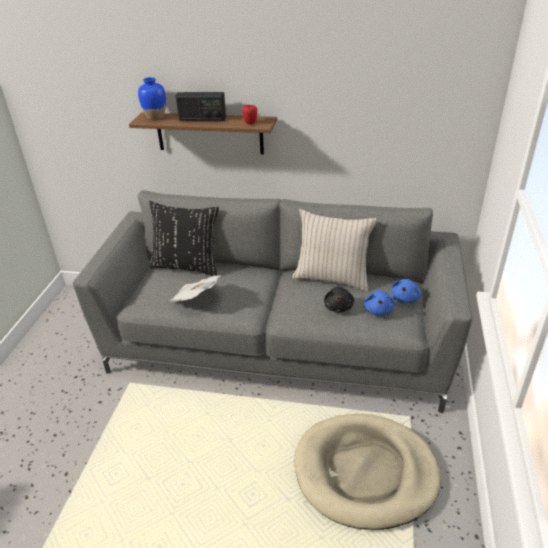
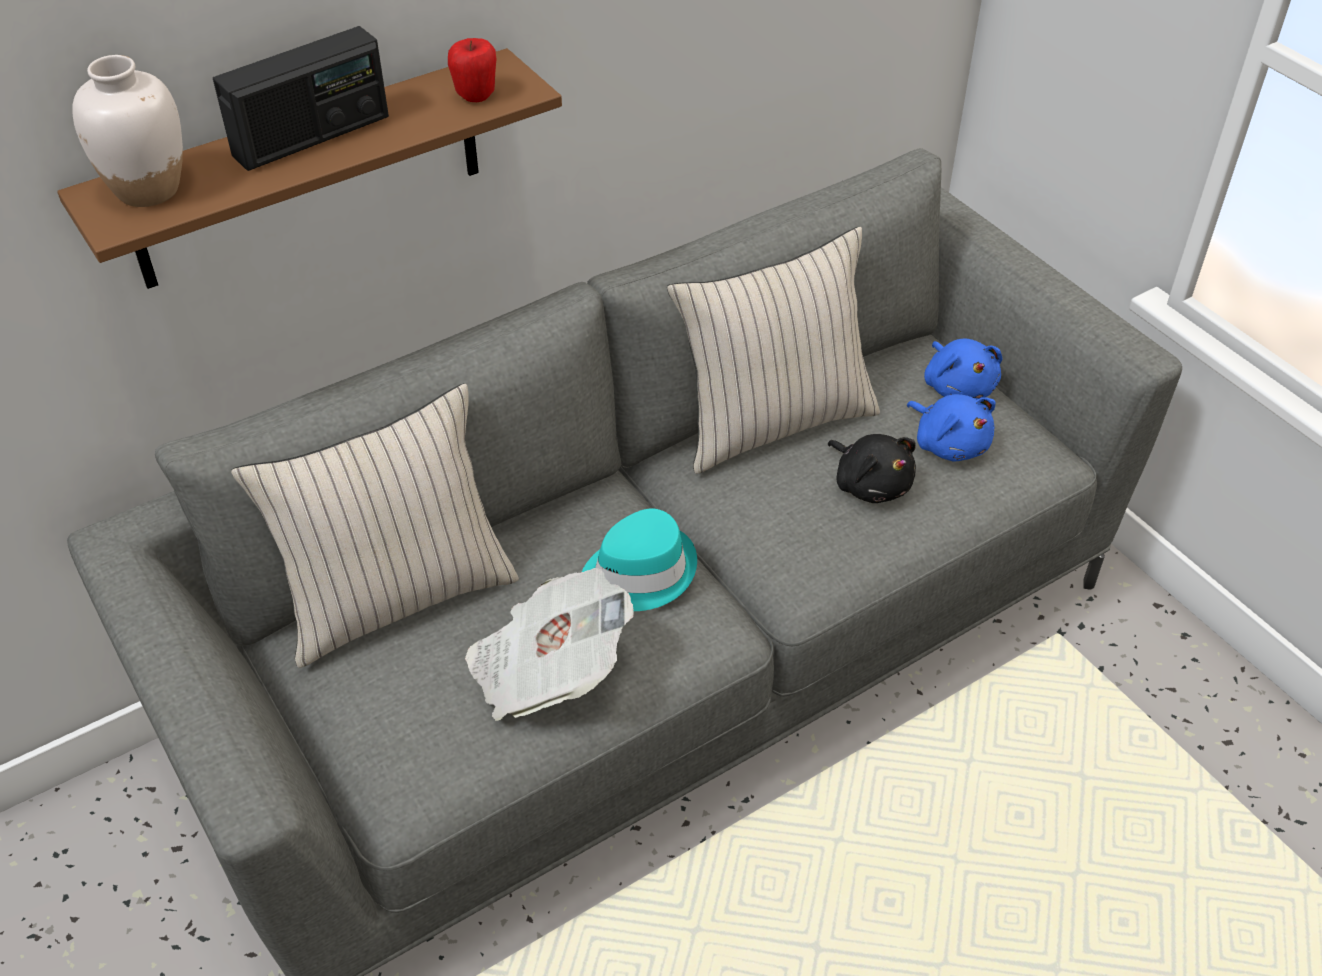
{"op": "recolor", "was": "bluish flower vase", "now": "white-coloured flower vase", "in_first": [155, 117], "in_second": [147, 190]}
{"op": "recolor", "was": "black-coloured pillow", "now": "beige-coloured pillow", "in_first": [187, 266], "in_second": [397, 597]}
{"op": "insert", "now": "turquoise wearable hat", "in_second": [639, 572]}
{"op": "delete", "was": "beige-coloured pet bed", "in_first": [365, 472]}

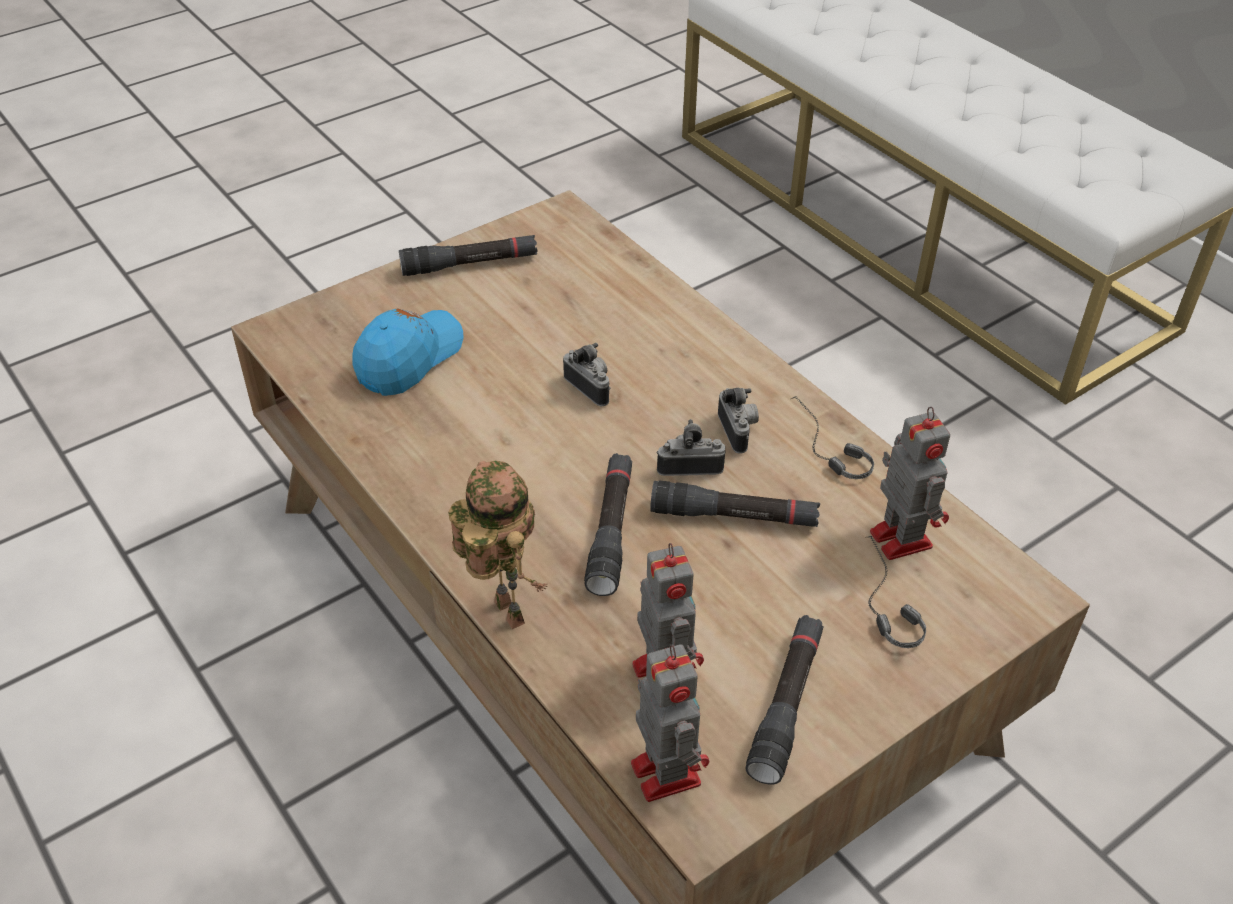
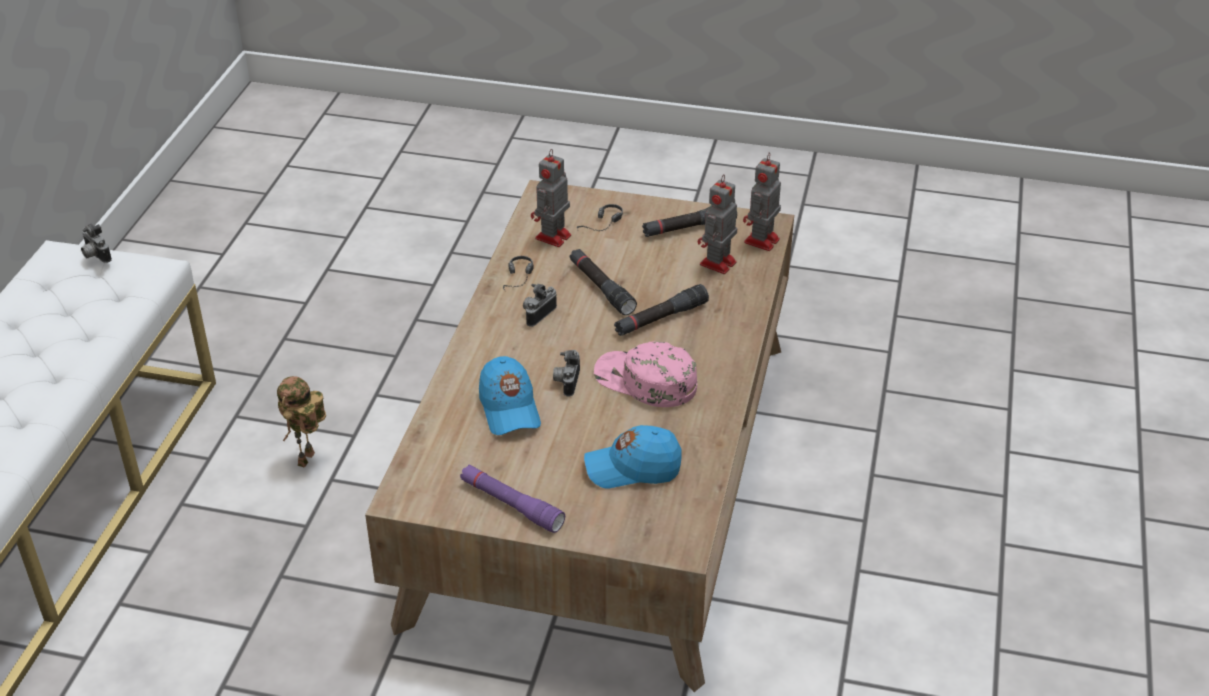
{"op": "move", "was": "still camera", "in_first": [689, 466], "in_second": [95, 256]}
{"op": "move", "was": "robot figure", "in_first": [503, 612], "in_second": [308, 461]}
{"op": "recolor", "was": "black-coloured hand torch", "now": "purple-coloured hand torch", "in_first": [469, 264], "in_second": [511, 505]}
{"op": "insert", "now": "bluish baseball cap", "in_second": [509, 409]}
{"op": "insert", "now": "pink-coloured baseball cap", "in_second": [645, 381]}

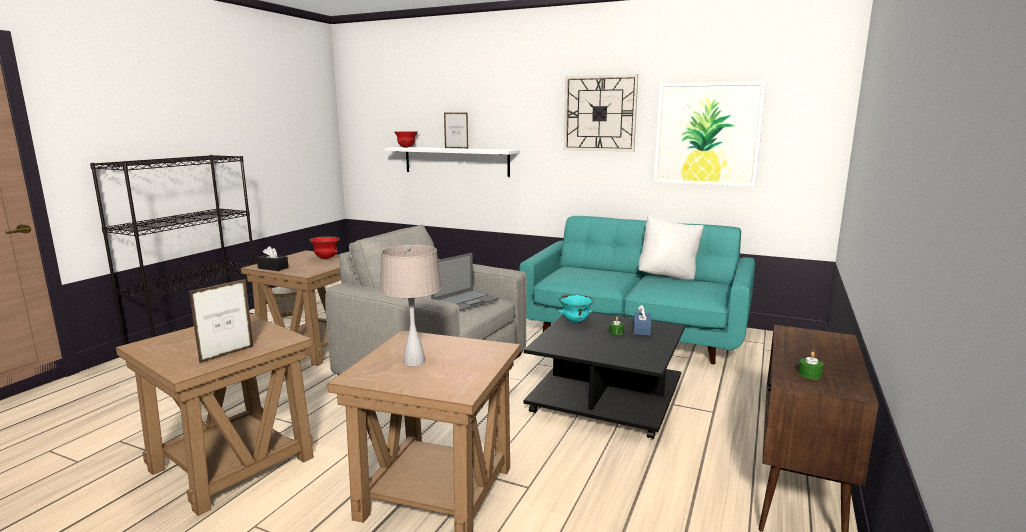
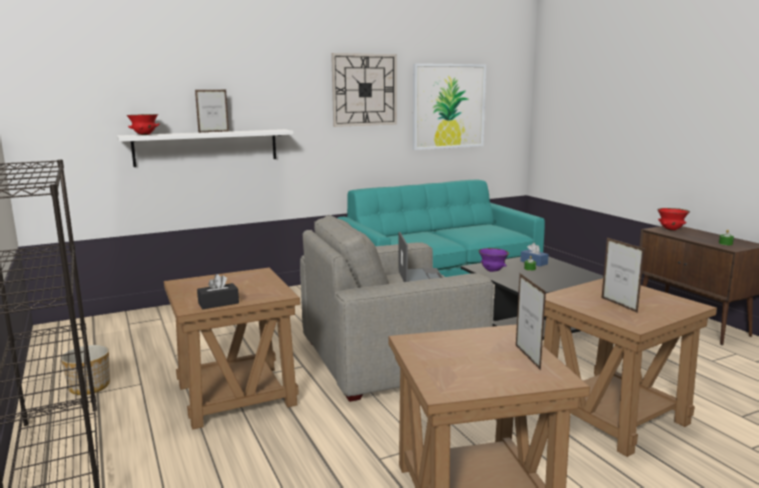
{"op": "recolor", "was": "turquoise serving bowl", "now": "purple-coloured serving bowl", "in_first": [575, 322], "in_second": [492, 271]}
{"op": "replace", "was": "beige-coloured lamp for a table", "now": "standing frame", "in_first": [414, 362], "in_second": [619, 305]}
{"op": "move", "was": "reddish serving bowl", "in_first": [326, 258], "in_second": [671, 230]}
{"op": "delete", "was": "white-coloured pillow", "in_first": [668, 277]}

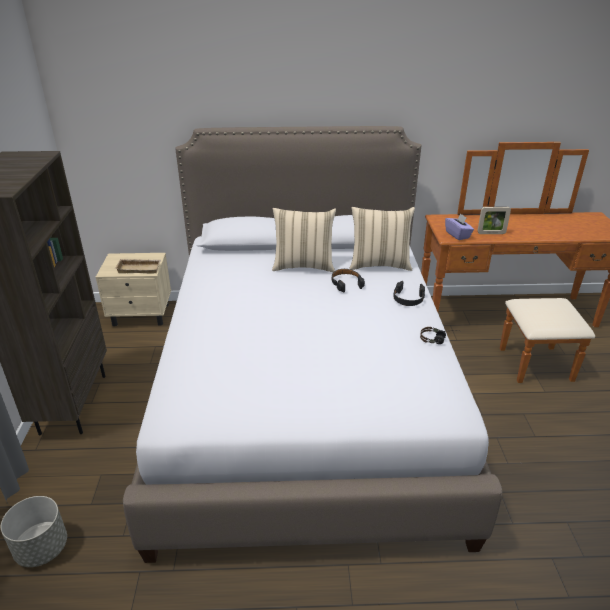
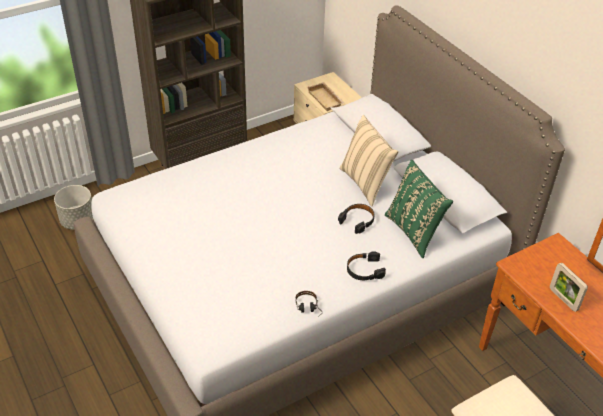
{"op": "recolor", "was": "beige-coloured pillow", "now": "green-coloured pillow", "in_first": [379, 264], "in_second": [414, 232]}
{"op": "delete", "was": "purple-coloured box of tissues", "in_first": [457, 235]}

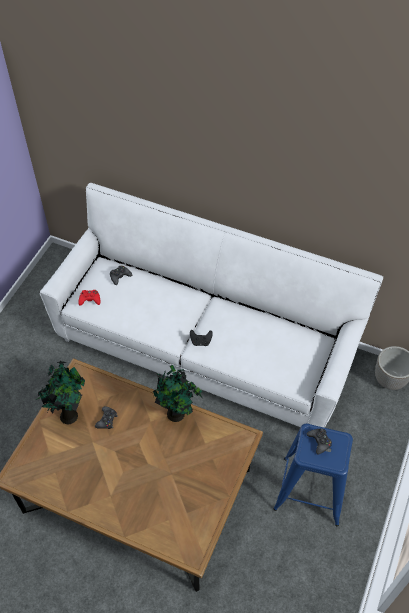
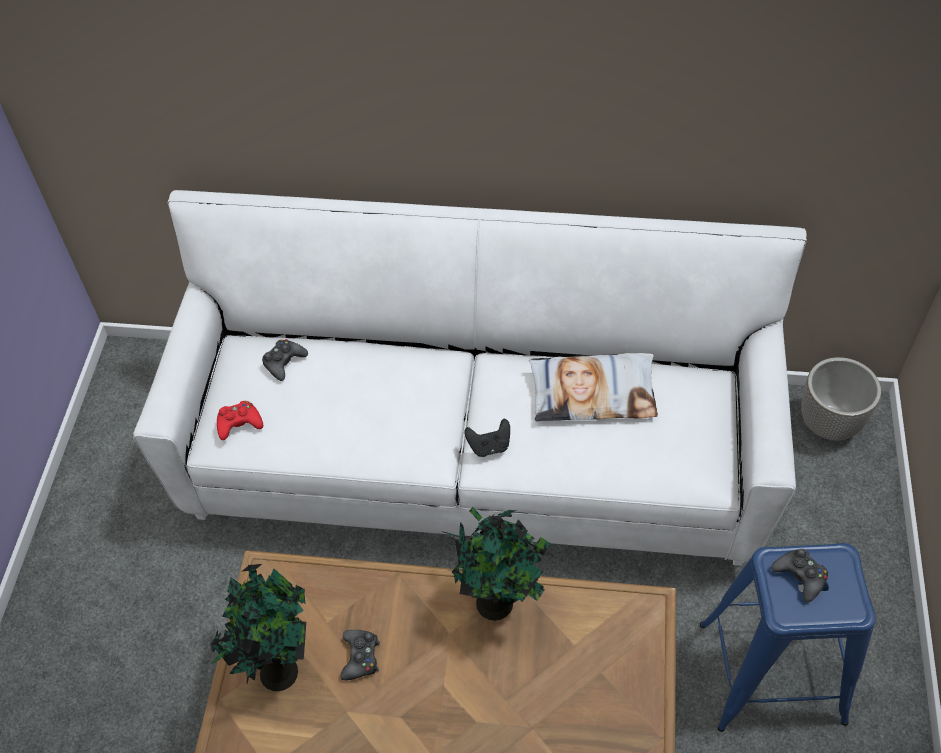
{"op": "insert", "now": "pillow", "in_second": [593, 392]}

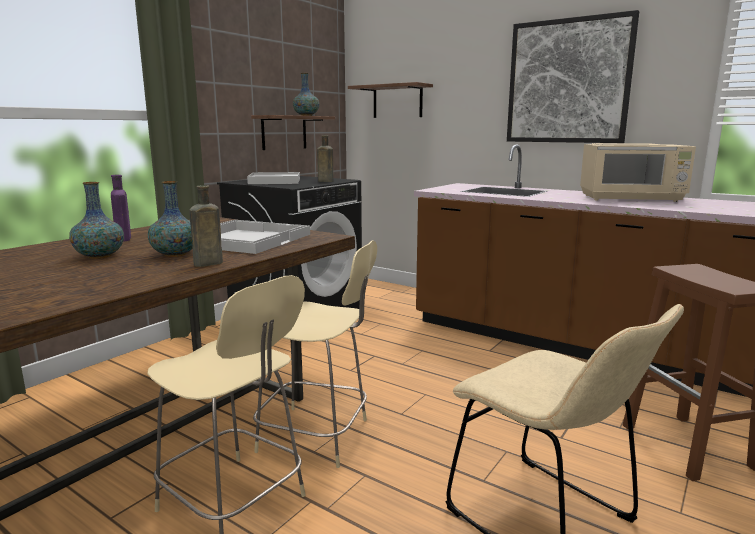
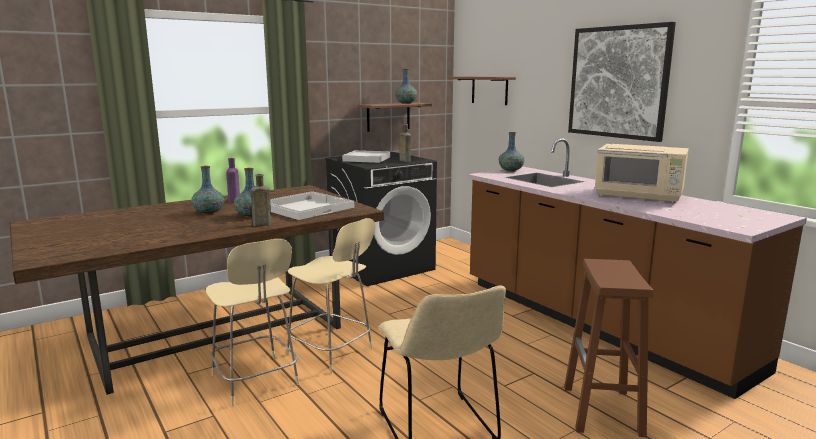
{"op": "insert", "now": "flower vase", "in_second": [511, 170]}

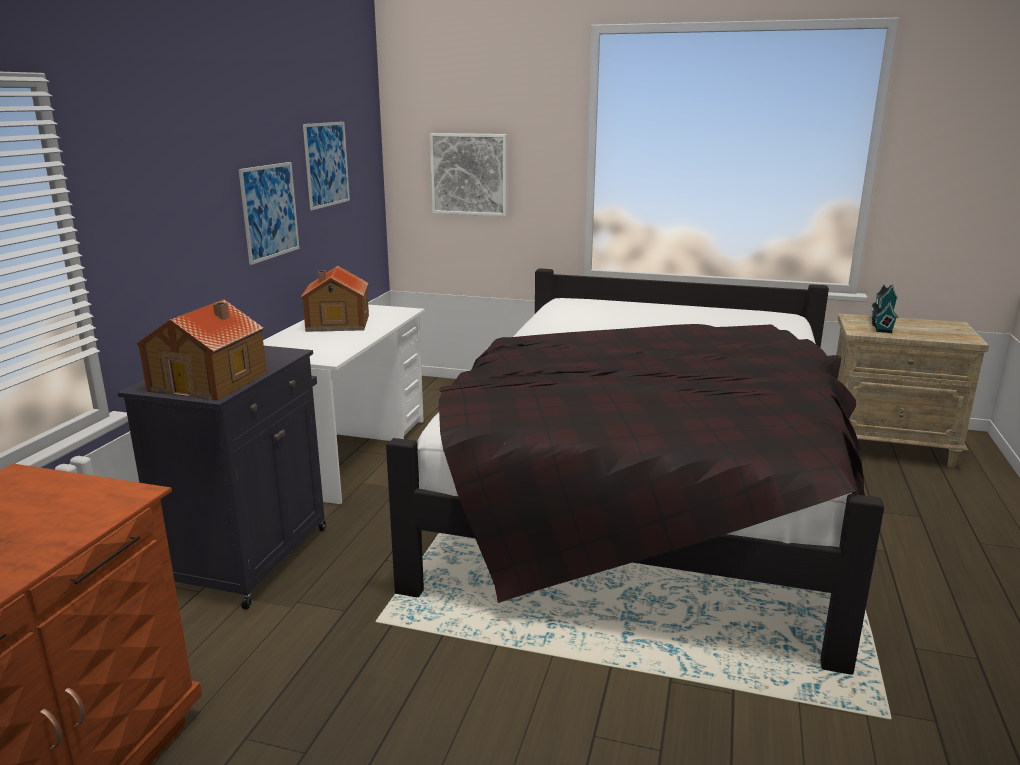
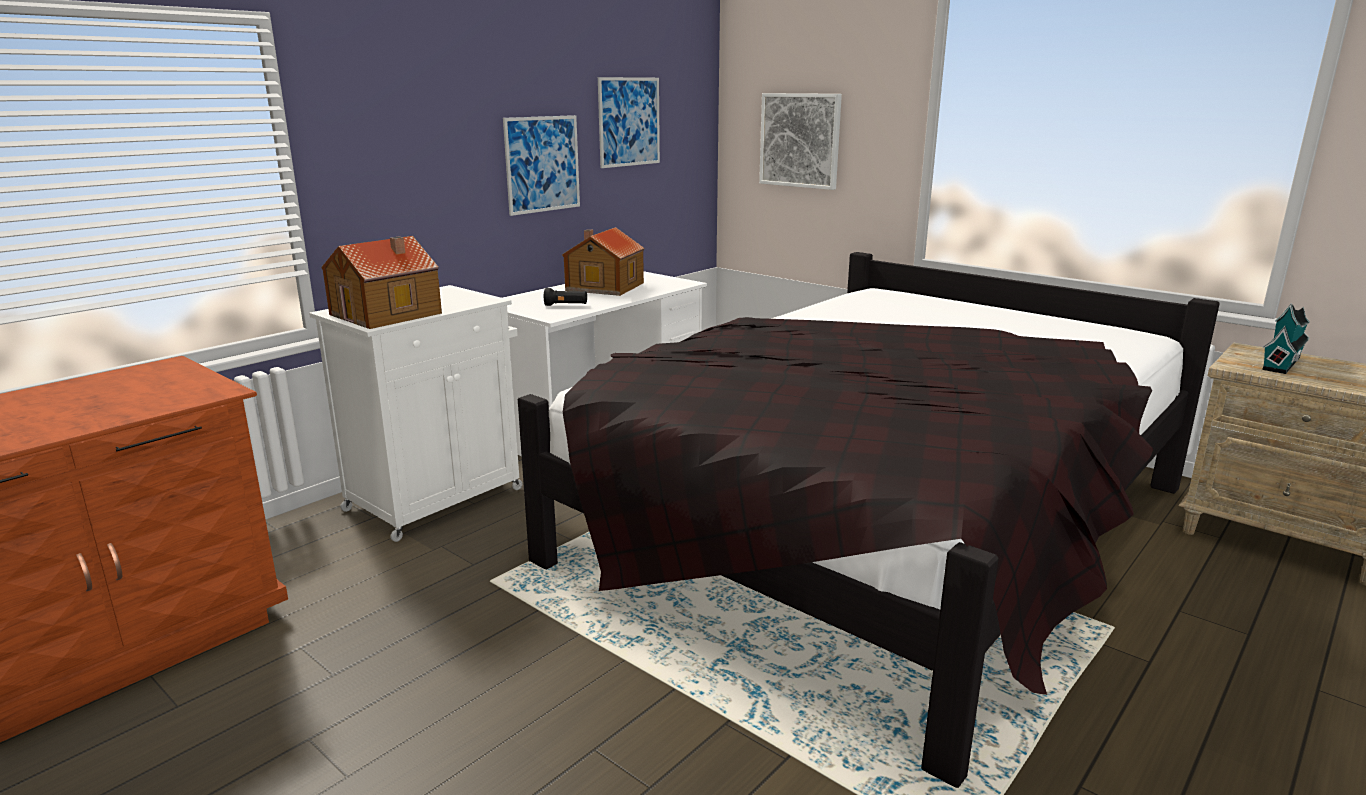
{"op": "recolor", "was": "black-coloured storage cabinet", "now": "white-coloured storage cabinet", "in_first": [250, 557], "in_second": [437, 498]}
{"op": "insert", "now": "black-coloured hand torch", "in_second": [566, 305]}

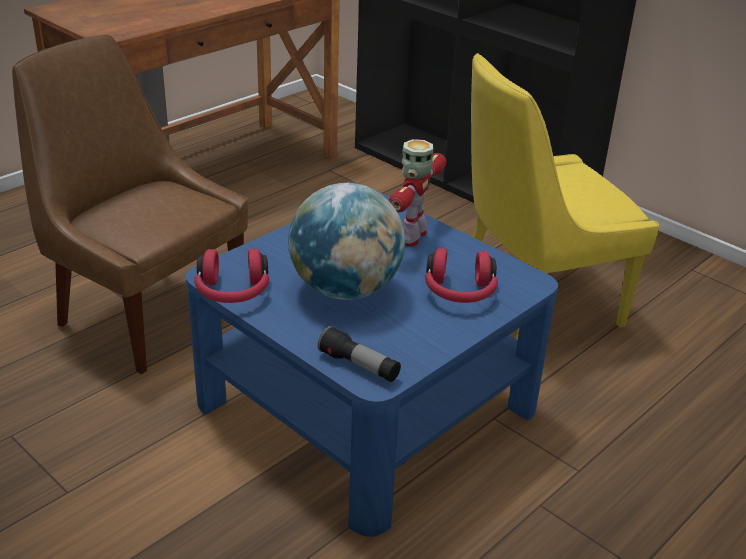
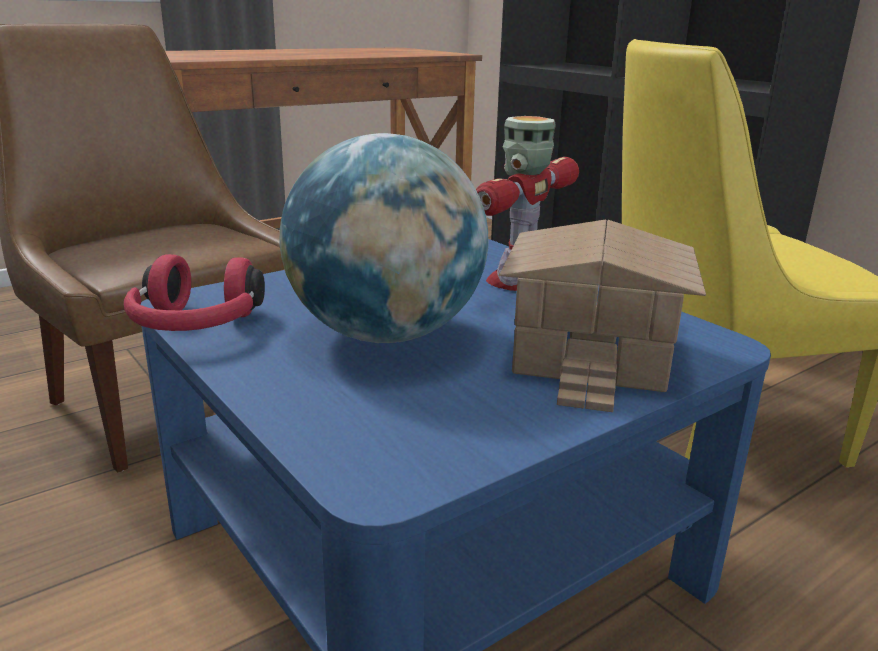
{"op": "replace", "was": "reddish pair of headphones", "now": "toy house", "in_first": [459, 292], "in_second": [587, 351]}
{"op": "delete", "was": "hand torch", "in_first": [359, 366]}

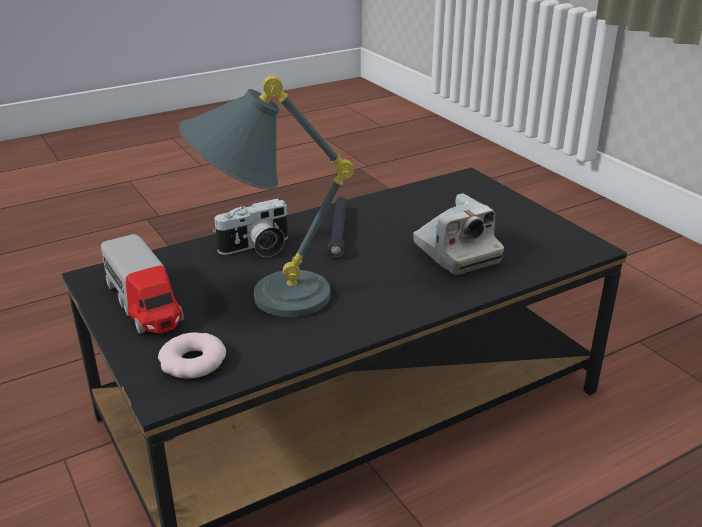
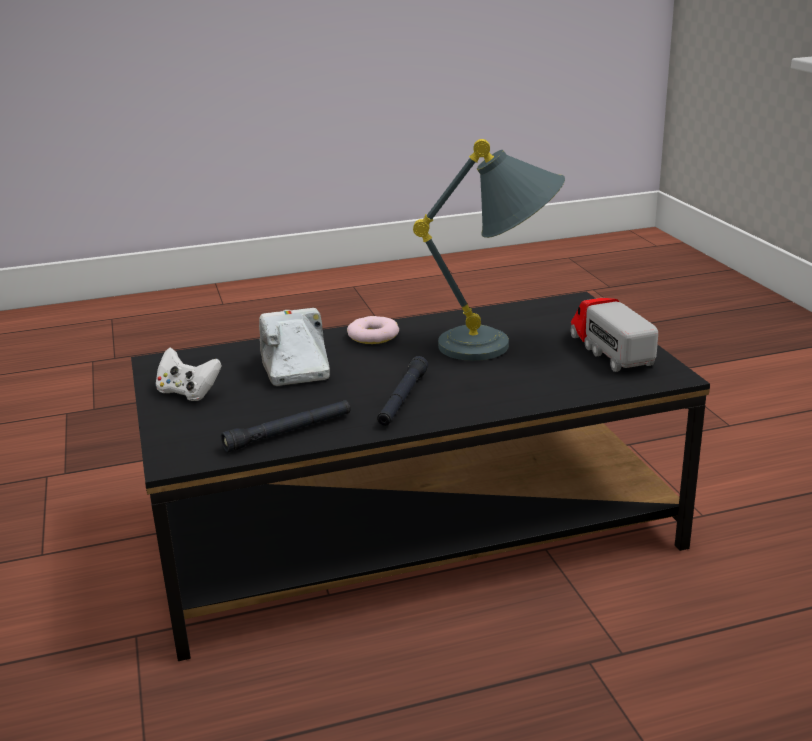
{"op": "insert", "now": "white-coloured gamepad", "in_second": [188, 393]}
{"op": "insert", "now": "black-coloured hand torch", "in_second": [289, 432]}
{"op": "move", "was": "ring doughnut", "in_first": [193, 362], "in_second": [373, 336]}
{"op": "delete", "was": "still camera", "in_first": [257, 248]}

